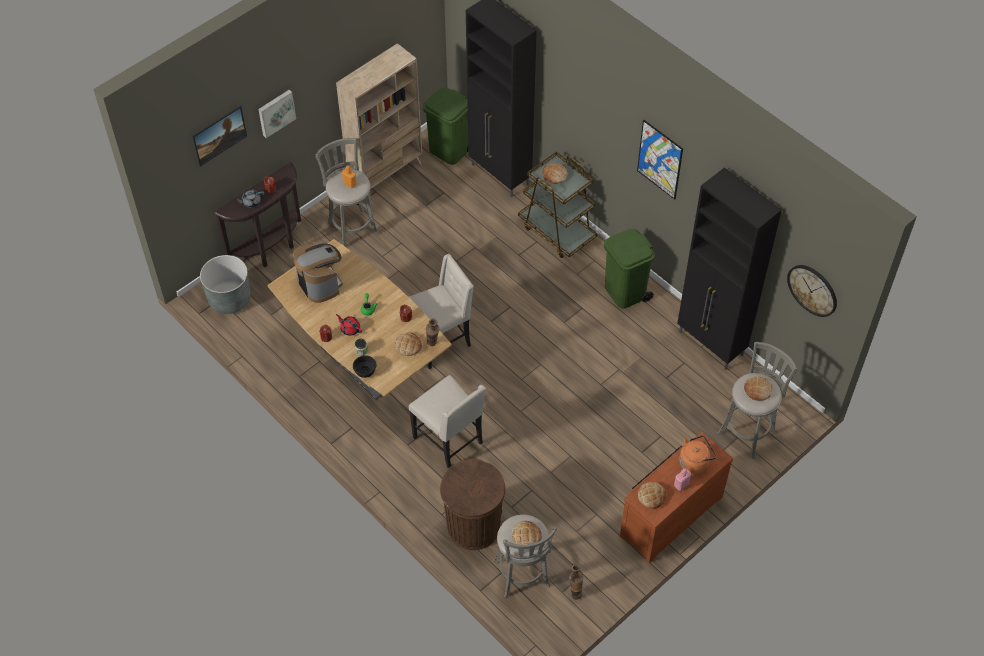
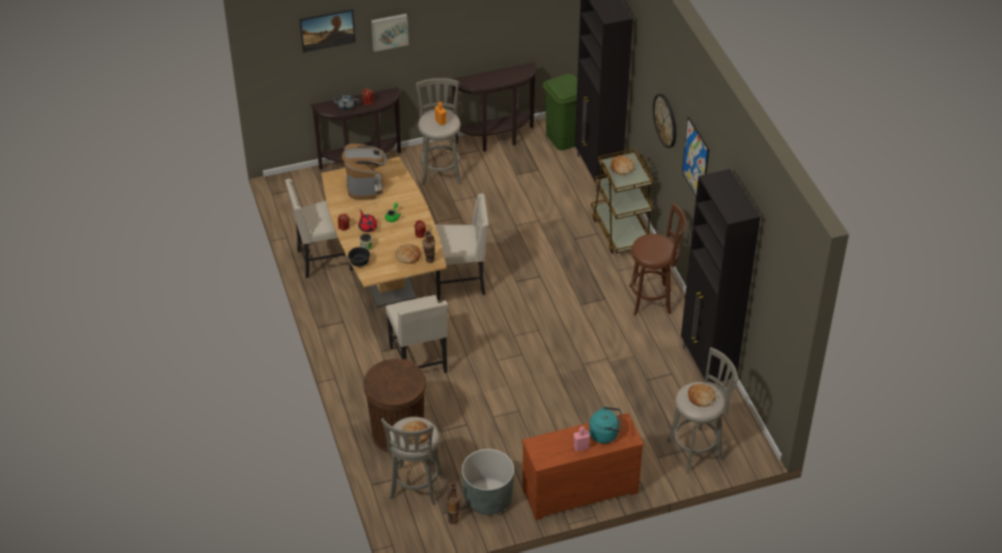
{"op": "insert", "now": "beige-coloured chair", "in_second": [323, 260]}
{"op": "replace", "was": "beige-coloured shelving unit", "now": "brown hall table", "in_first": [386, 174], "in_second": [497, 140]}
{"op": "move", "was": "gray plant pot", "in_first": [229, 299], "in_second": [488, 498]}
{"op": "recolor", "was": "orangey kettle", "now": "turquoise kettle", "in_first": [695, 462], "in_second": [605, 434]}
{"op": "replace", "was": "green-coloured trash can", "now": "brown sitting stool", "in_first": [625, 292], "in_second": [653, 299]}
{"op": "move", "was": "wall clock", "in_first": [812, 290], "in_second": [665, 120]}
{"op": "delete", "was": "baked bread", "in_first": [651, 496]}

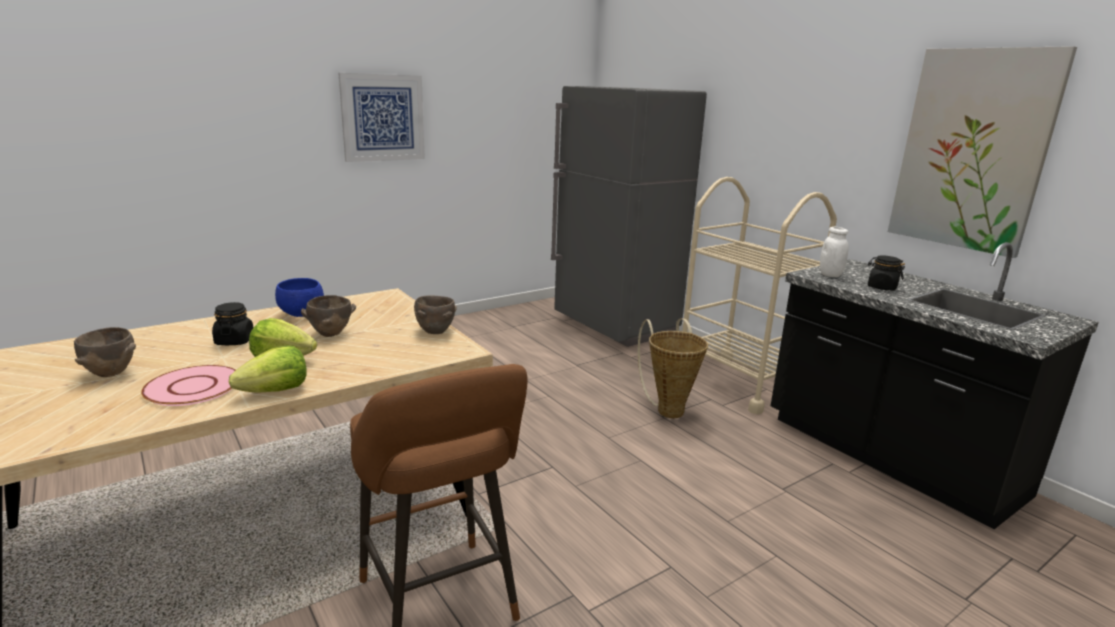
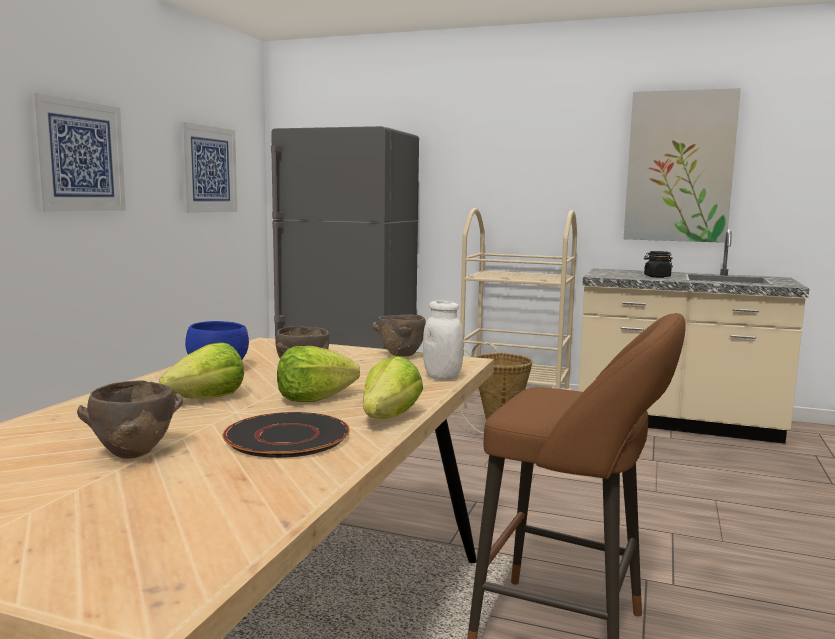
{"op": "replace", "was": "black-coloured storage jar", "now": "head of lettuce", "in_first": [234, 341], "in_second": [207, 399]}
{"op": "insert", "now": "wall picture", "in_second": [208, 169]}
{"op": "recolor", "was": "pink-coloured plate", "now": "black-coloured plate", "in_first": [194, 387], "in_second": [287, 436]}
{"op": "move", "was": "white-coloured storage jar", "in_first": [830, 275], "in_second": [442, 377]}
{"op": "recolor", "was": "black-coloured kitchen base unit", "now": "beige-coloured kitchen base unit", "in_first": [888, 457], "in_second": [677, 423]}

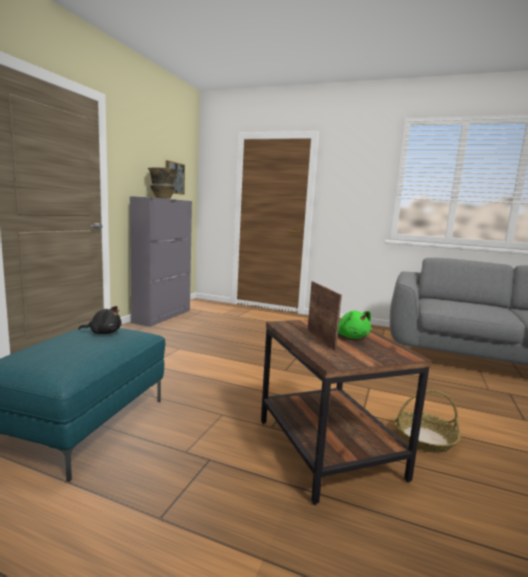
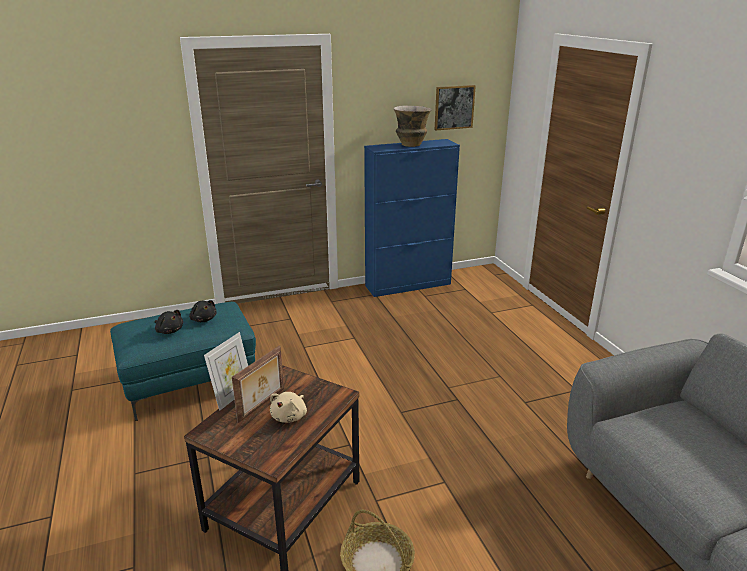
{"op": "insert", "now": "black-coloured soft toy", "in_second": [169, 330]}
{"op": "insert", "now": "standing frame", "in_second": [232, 396]}
{"op": "recolor", "was": "green-coloured soft toy", "now": "beige-coloured soft toy", "in_first": [351, 336], "in_second": [290, 416]}
{"op": "recolor", "was": "gray storage cabinet", "now": "bluish storage cabinet", "in_first": [163, 316], "in_second": [408, 285]}

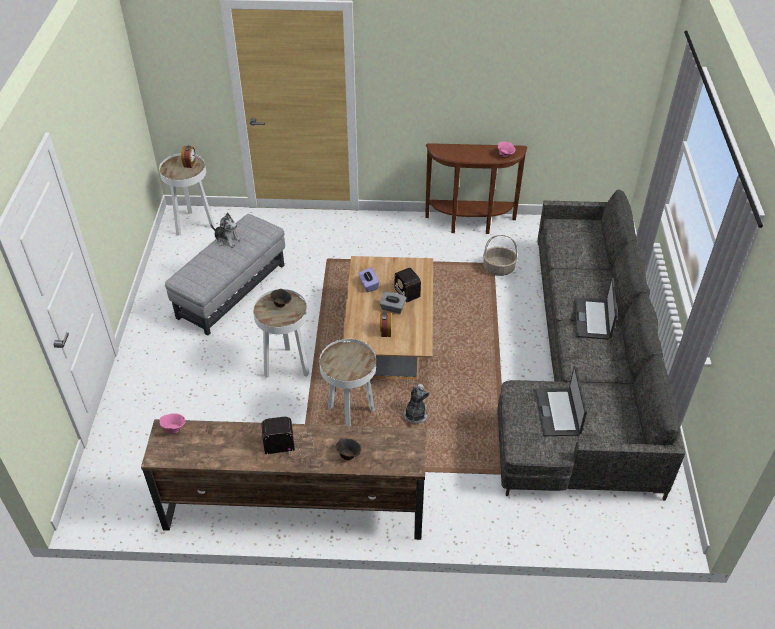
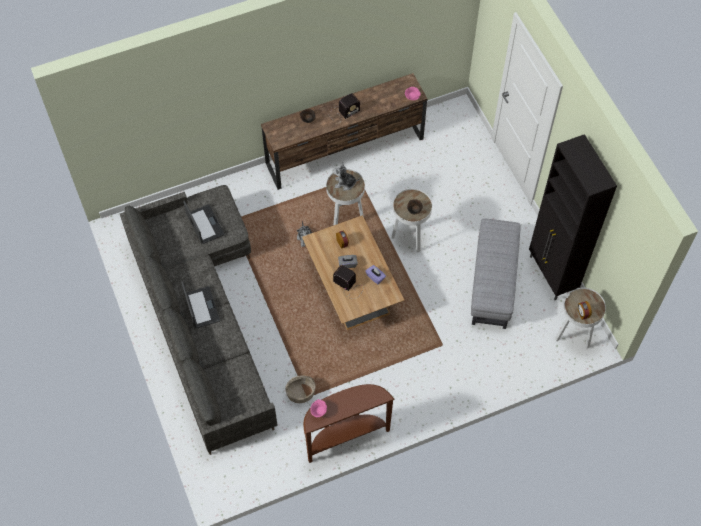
{"op": "move", "was": "soft toy", "in_first": [227, 239], "in_second": [345, 183]}
{"op": "insert", "now": "black-coloured storage cabinet", "in_second": [552, 275]}

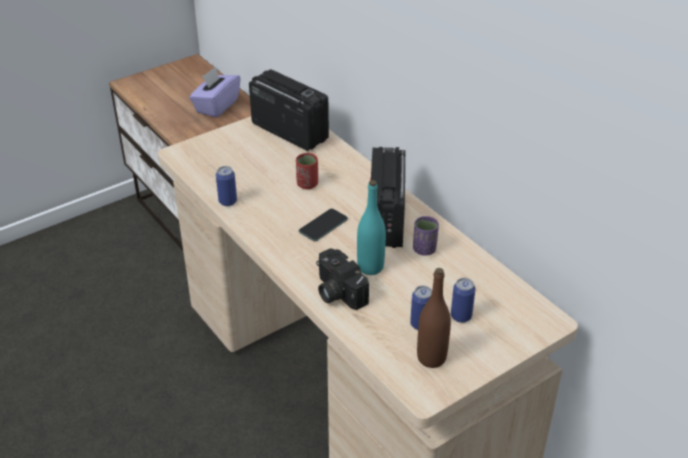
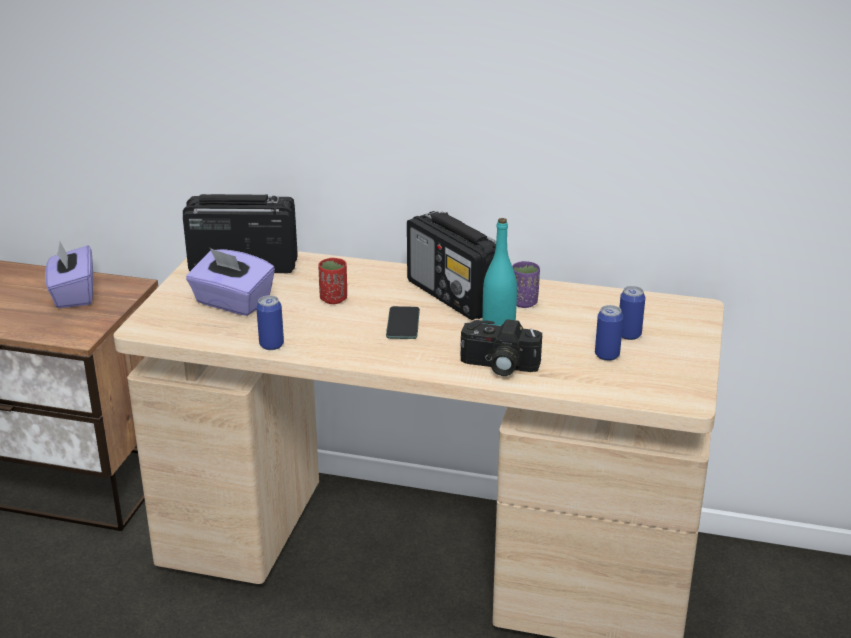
{"op": "insert", "now": "purple-coloured box of tissues", "in_second": [232, 303]}
{"op": "delete", "was": "brown bottle", "in_first": [431, 358]}

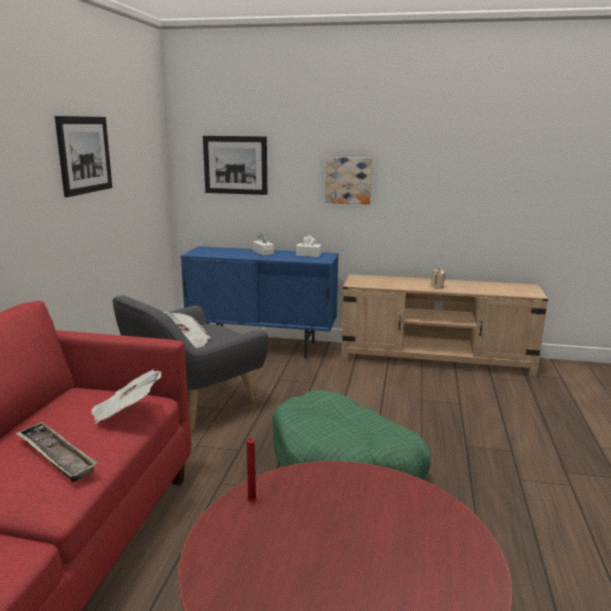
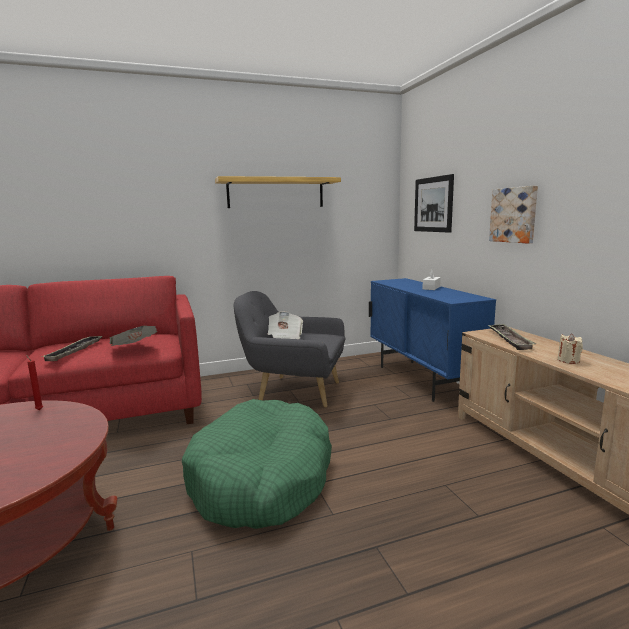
{"op": "replace", "was": "wall picture", "now": "wall shelf", "in_first": [84, 155], "in_second": [276, 193]}
{"op": "insert", "now": "serving tray", "in_second": [509, 339]}
{"op": "delete", "was": "white-coloured box of tissues", "in_first": [308, 255]}

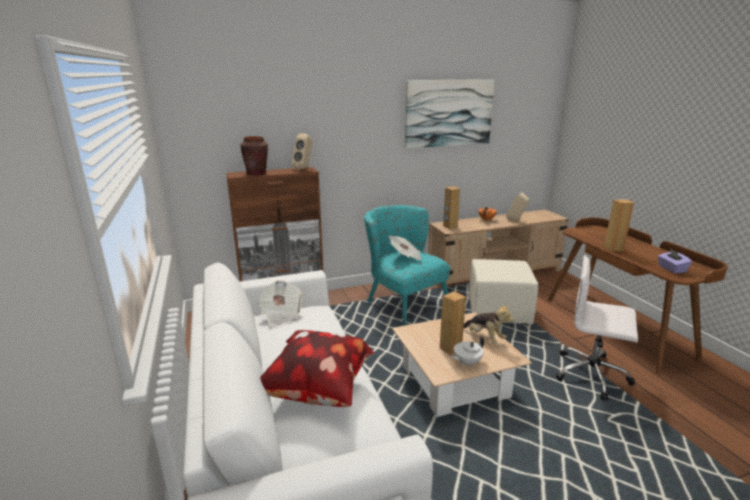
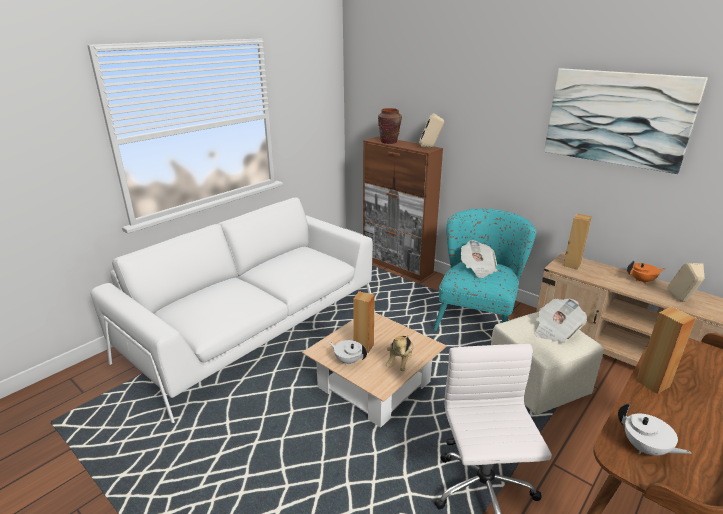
{"op": "move", "was": "daily paper", "in_first": [281, 314], "in_second": [555, 331]}
{"op": "replace", "was": "purple-coloured box of tissues", "now": "white-coloured tea pot", "in_first": [671, 269], "in_second": [645, 448]}
{"op": "delete", "was": "pillow", "in_first": [318, 392]}

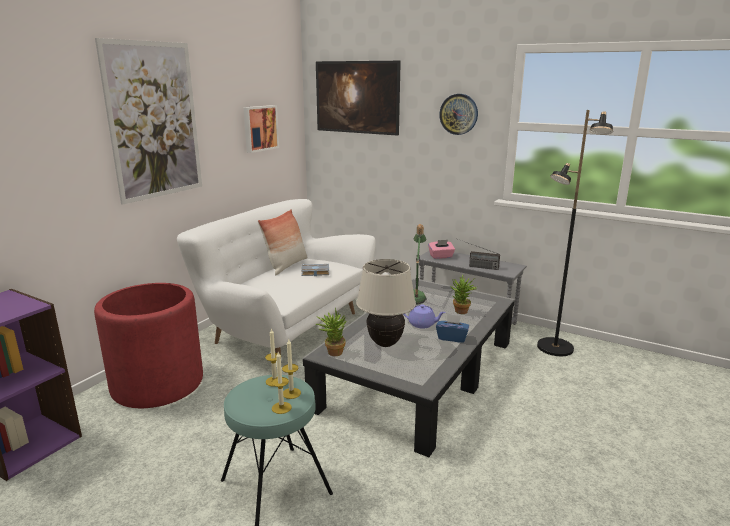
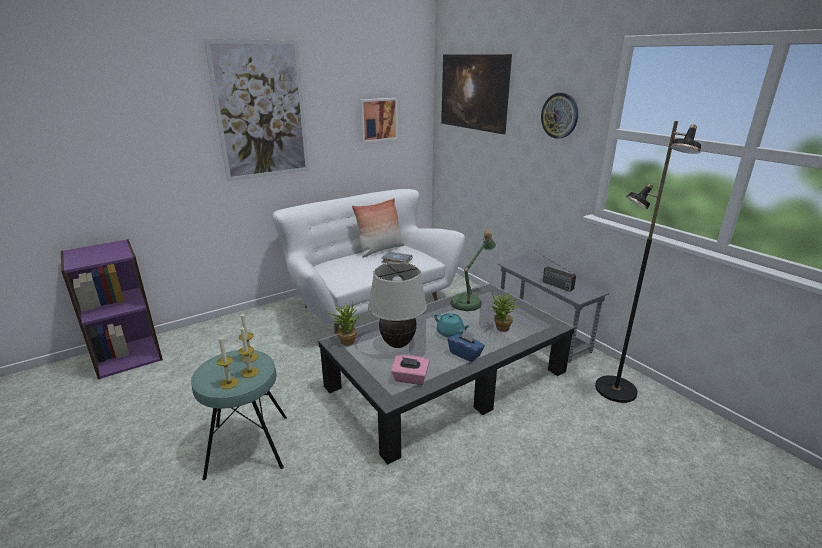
{"op": "move", "was": "pink-coloured box of tissues", "in_first": [441, 256], "in_second": [410, 378]}
{"op": "recolor", "was": "purple-coloured tea pot", "now": "turquoise tea pot", "in_first": [422, 324], "in_second": [450, 333]}
{"op": "delete", "was": "reddish plant pot", "in_first": [158, 383]}

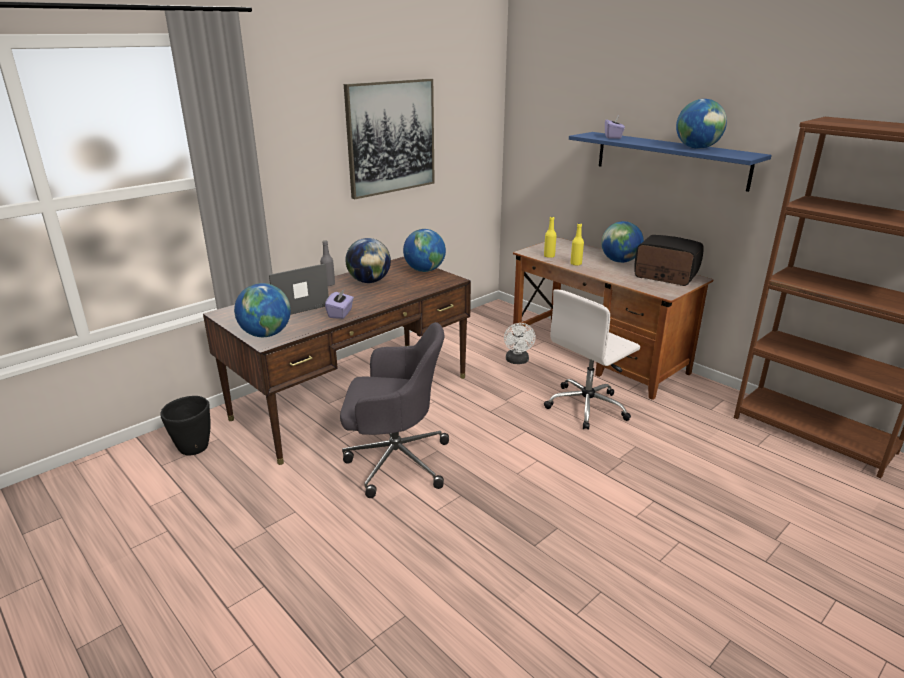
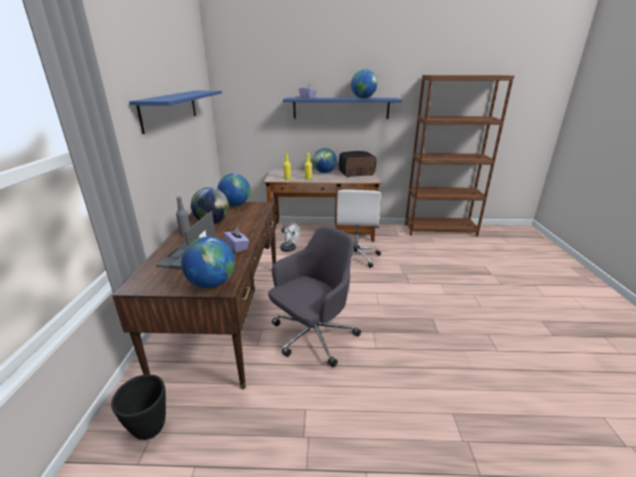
{"op": "replace", "was": "wall picture", "now": "bluish wall shelf", "in_first": [391, 137], "in_second": [170, 109]}

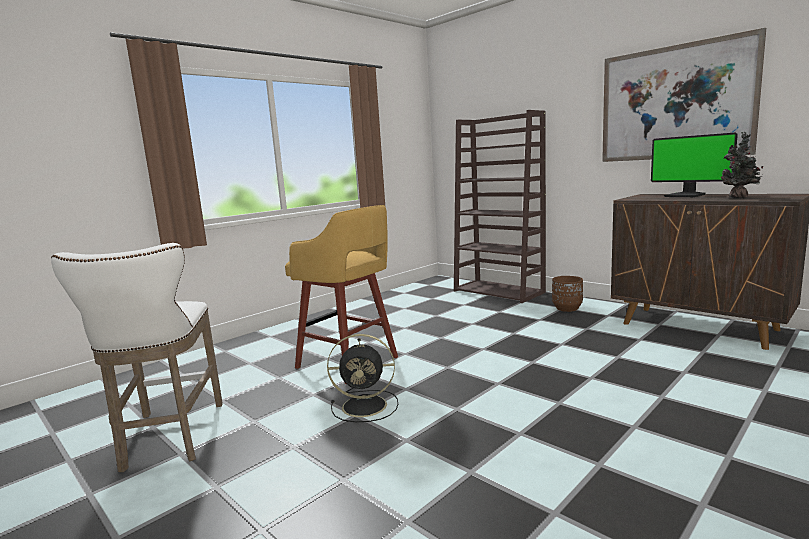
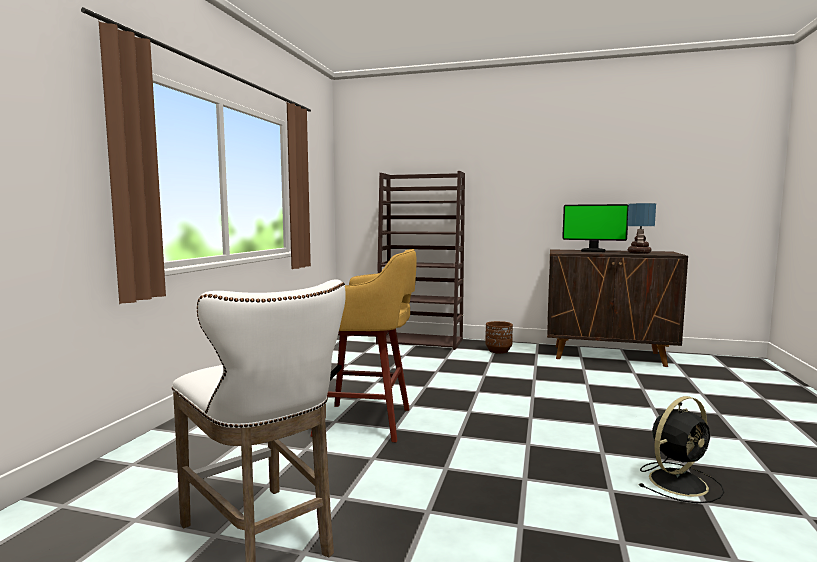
{"op": "replace", "was": "potted plant", "now": "lamp for a table", "in_first": [739, 198], "in_second": [639, 253]}
{"op": "move", "was": "black-coloured cooling fan", "in_first": [366, 406], "in_second": [679, 482]}
{"op": "delete", "was": "wall picture", "in_first": [674, 103]}

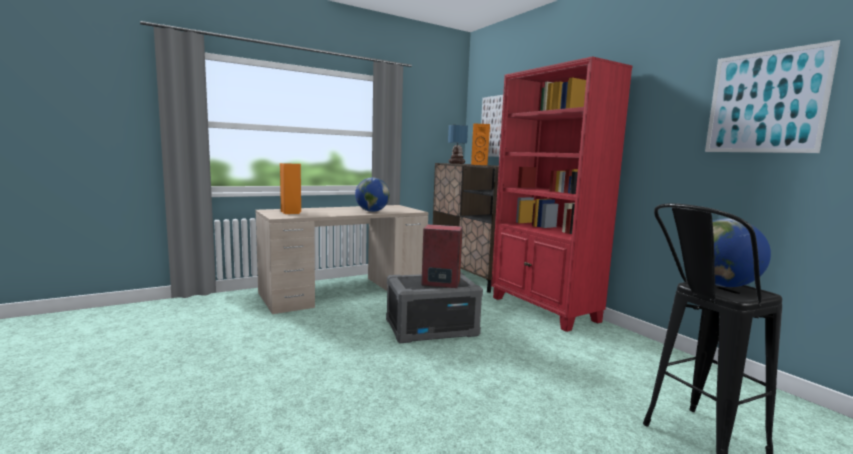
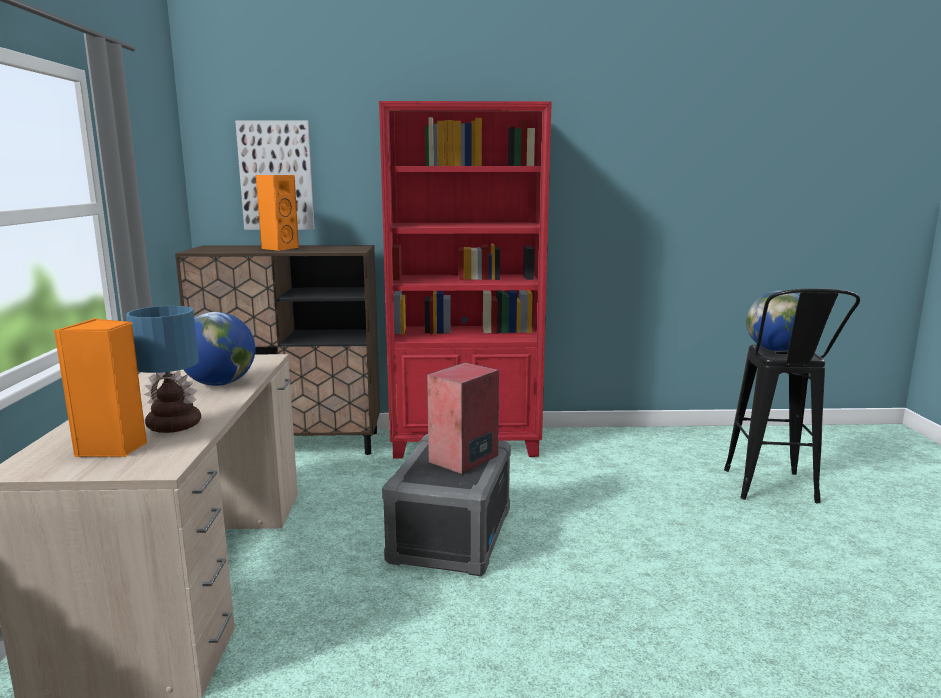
{"op": "move", "was": "lamp for a table", "in_first": [456, 163], "in_second": [172, 425]}
{"op": "delete", "was": "wall picture", "in_first": [765, 102]}

